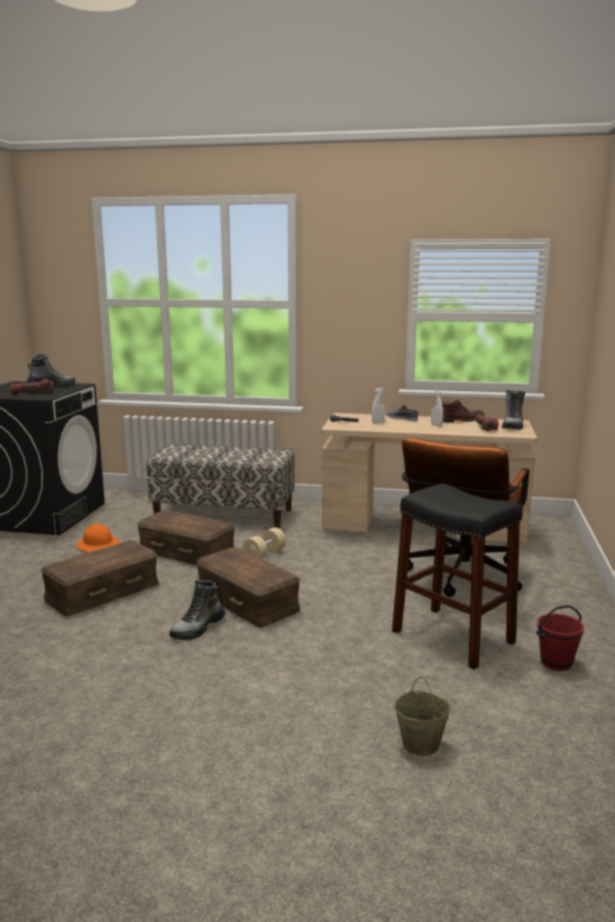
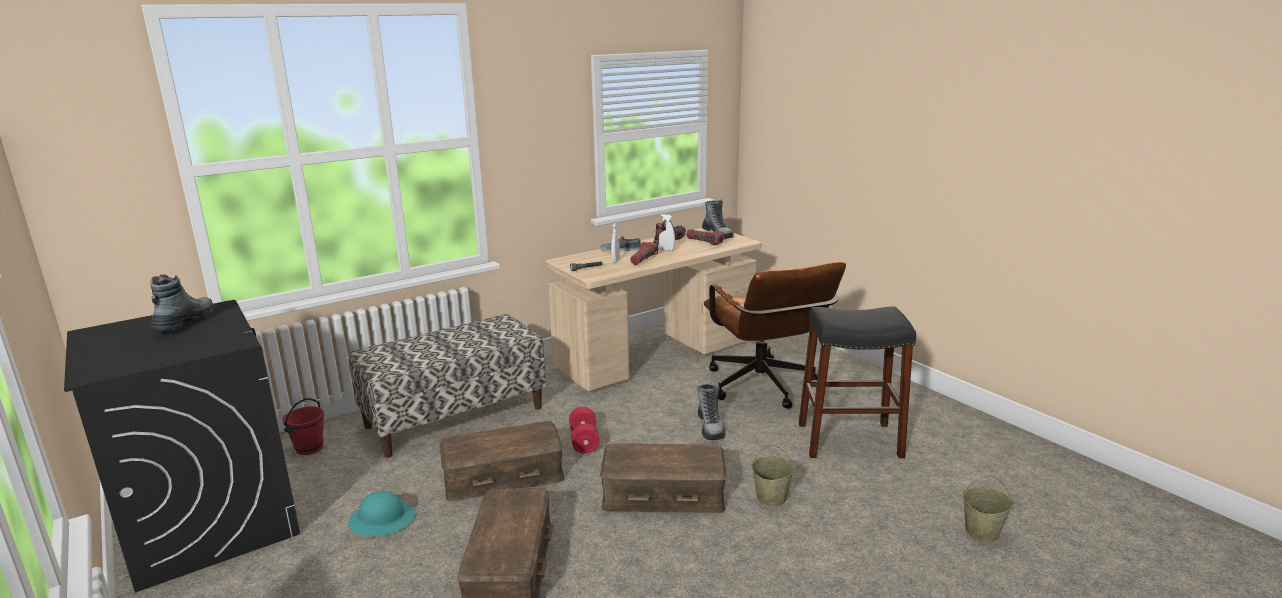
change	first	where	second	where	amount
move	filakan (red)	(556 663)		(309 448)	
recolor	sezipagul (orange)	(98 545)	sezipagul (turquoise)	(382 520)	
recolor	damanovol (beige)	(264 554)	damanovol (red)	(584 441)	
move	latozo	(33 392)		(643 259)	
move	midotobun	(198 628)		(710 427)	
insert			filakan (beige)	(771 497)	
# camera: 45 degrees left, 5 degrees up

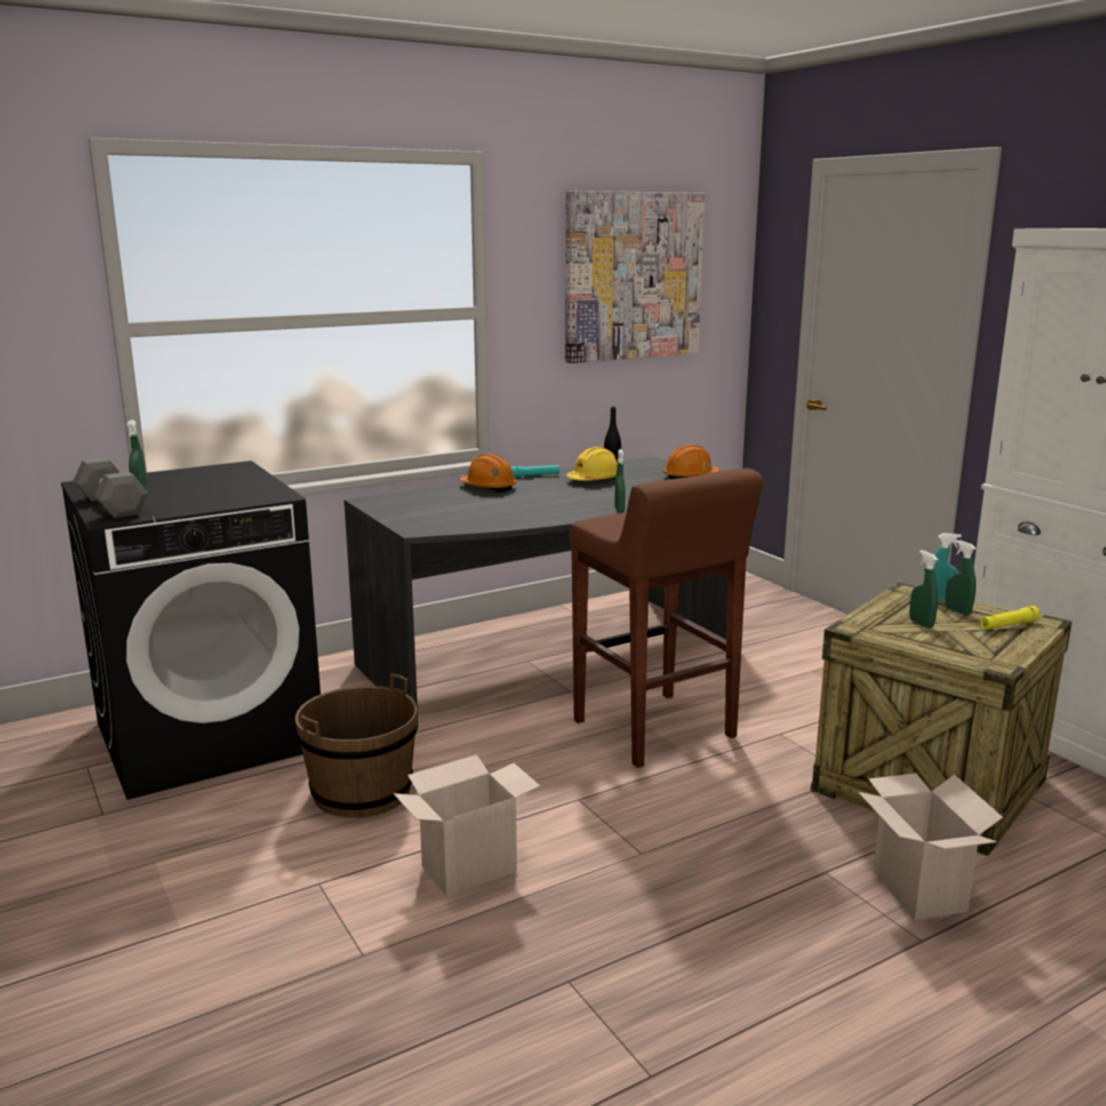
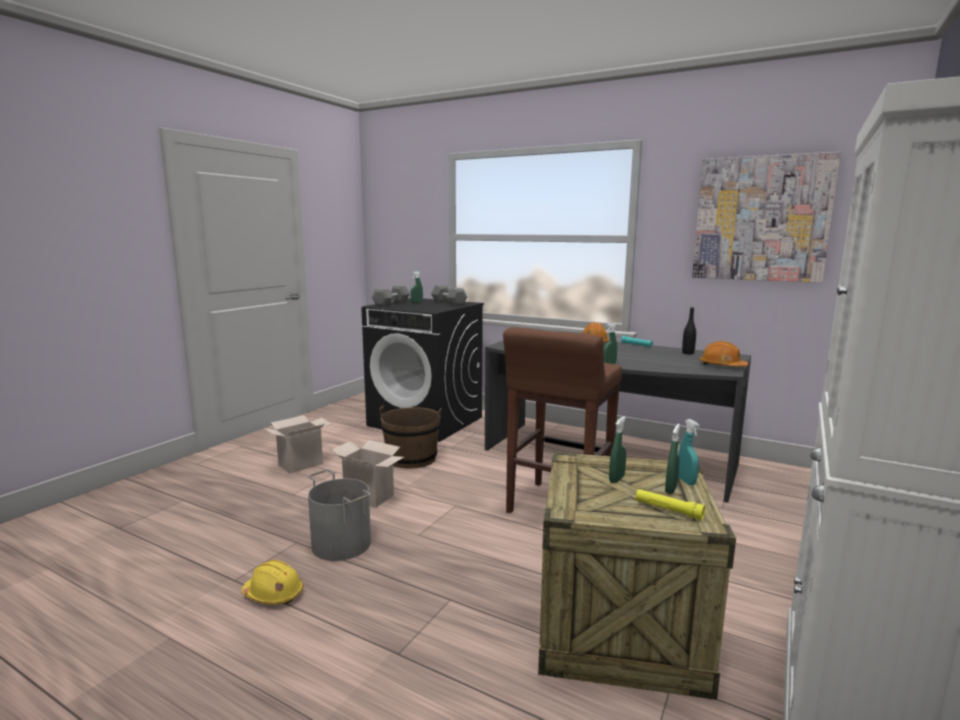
change	first	where	second	where	amount
move	sezipagul (yellow)	(594 480)		(273 594)	
move	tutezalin	(915 889)		(301 464)	
insert			filakan (grey)	(342 544)	
insert			damanovol (grey)	(448 303)	
# camera: 60 degrees right, 5 degrees down

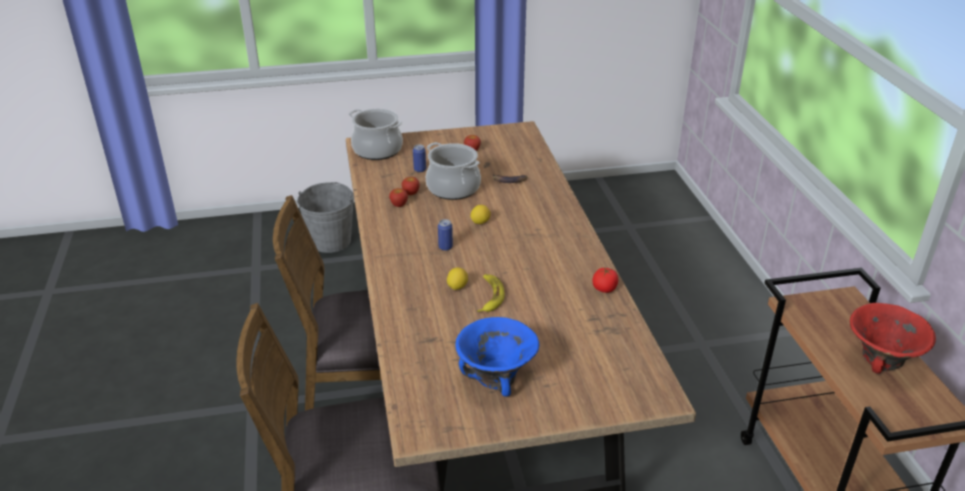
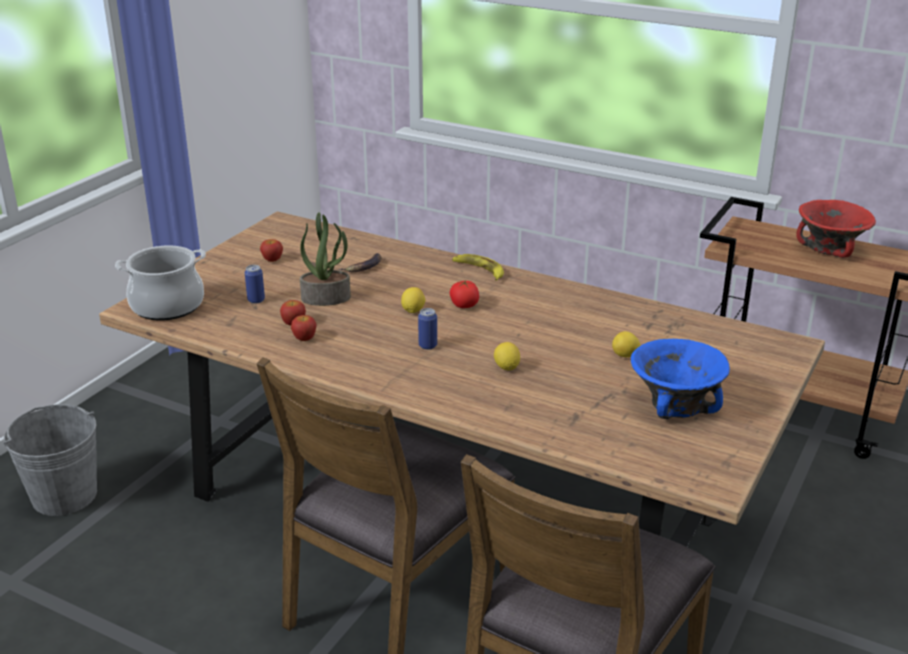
change	first	where	second	where	amount
replace	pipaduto	(453 188)	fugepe	(326 298)	
move	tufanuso	(604 289)		(464 305)	
move	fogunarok	(489 296)		(479 270)	
insert			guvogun	(625 356)	
# camera: 50 degrees left, 5 degrees down

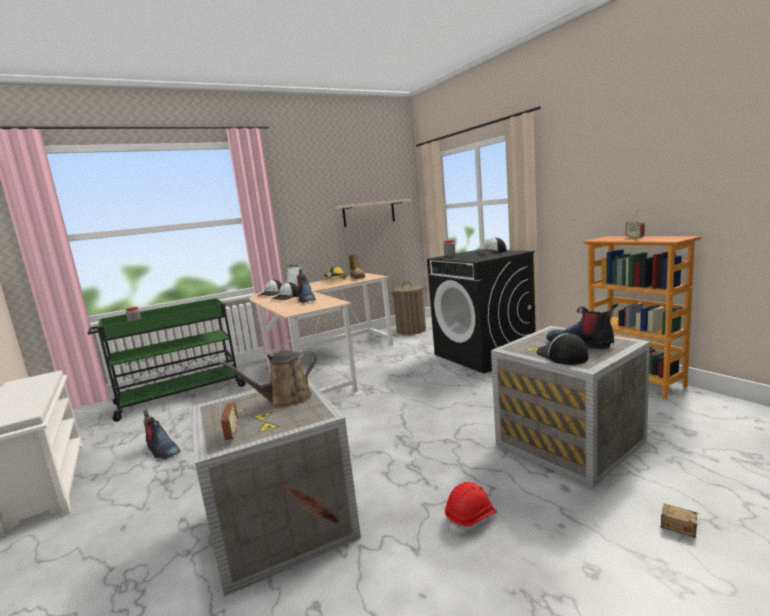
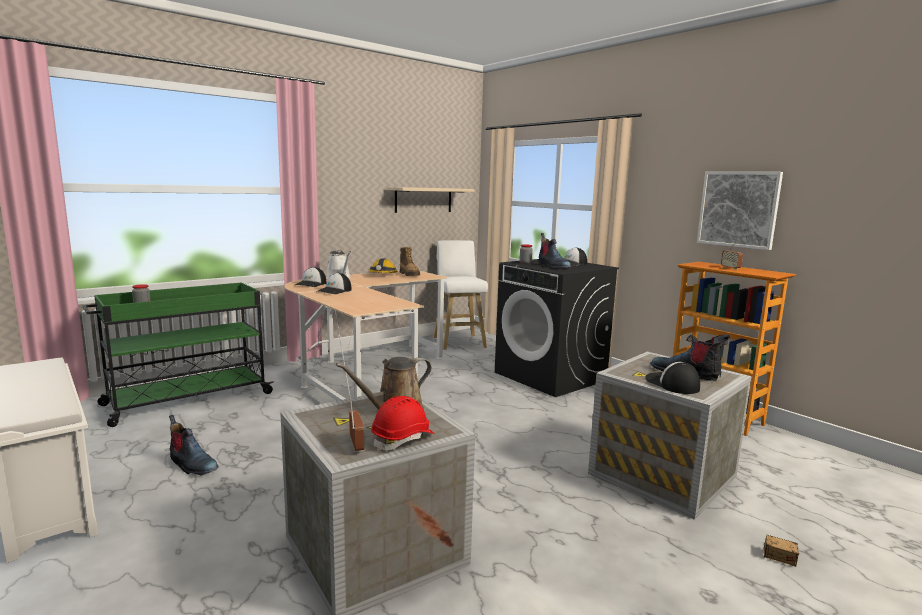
change	first	where	second	where	amount
move	sezipagul (red)	(471 518)		(403 439)	
replace	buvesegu	(411 330)	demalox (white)	(458 341)	
move	midotobun	(306 300)		(552 266)	
insert			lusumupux	(738 209)	
# camera: 10 degrees left, 0 degrees up

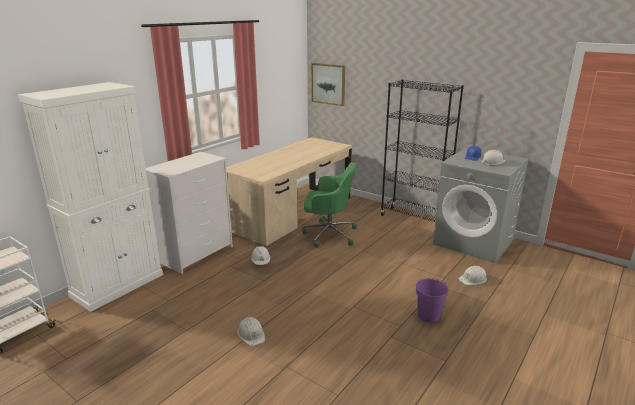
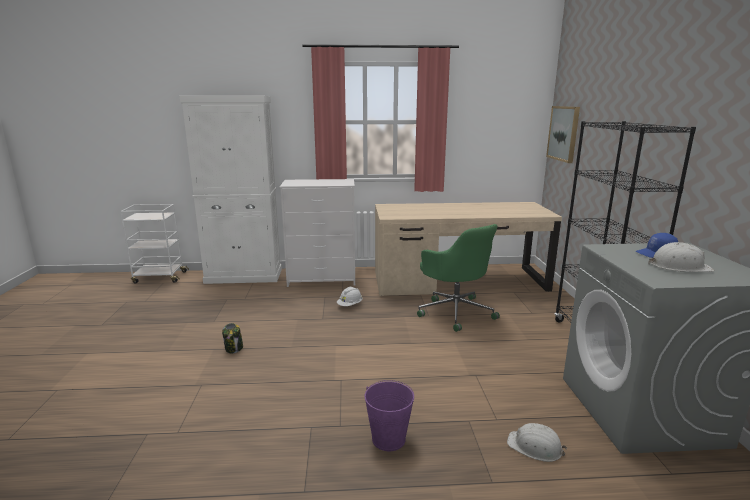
change	first	where	second	where	amount
replace	sezipagul (white)	(251 334)	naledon	(234 348)	
# camera: 50 degrees right, 5 degrees down

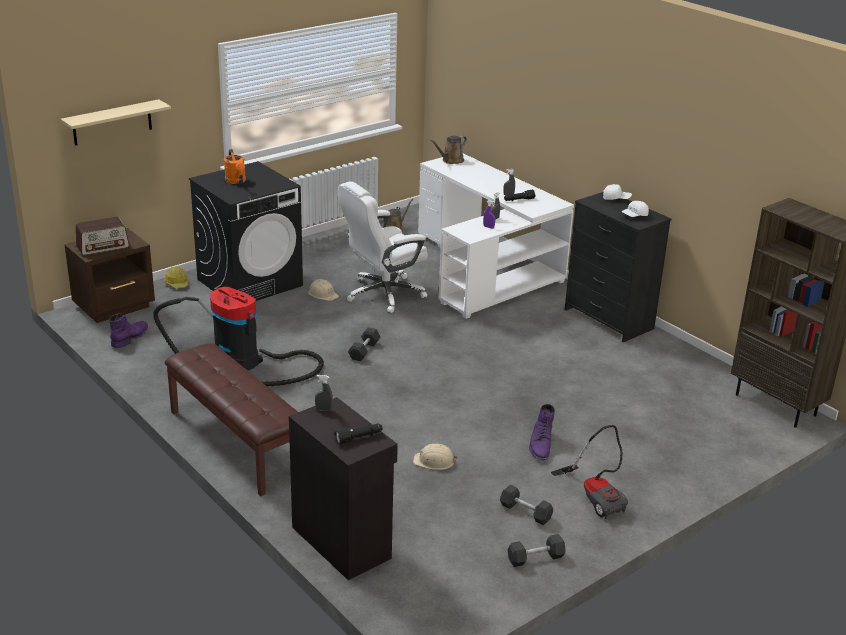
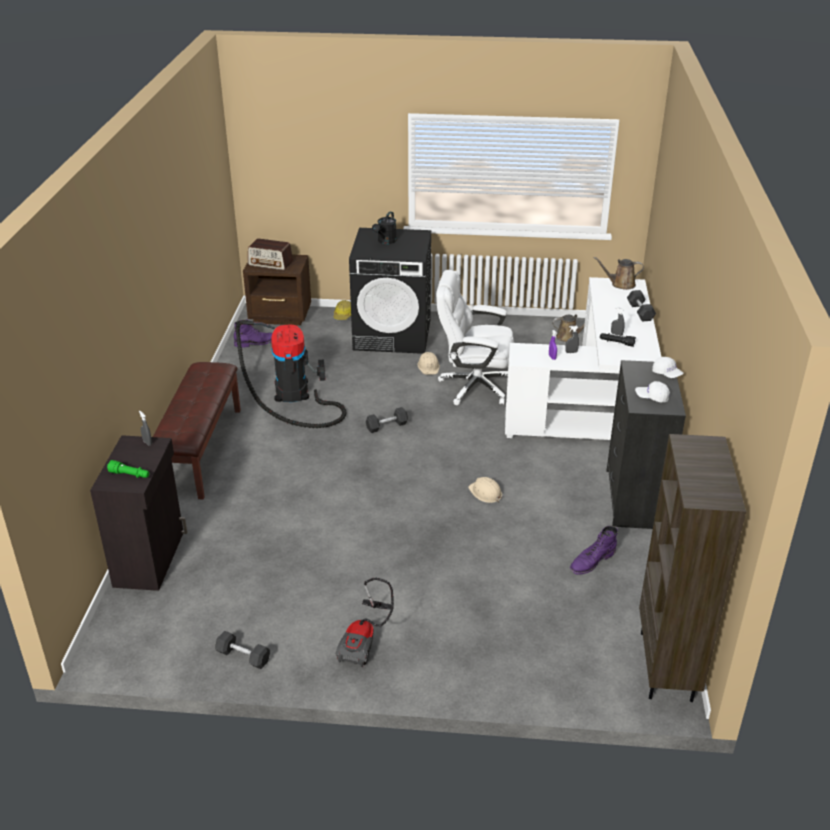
change	first	where	second	where	amount
recolor	latozo (black)	(359 438)	latozo (green)	(130 475)	
recolor	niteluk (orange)	(236 181)	niteluk (black)	(385 241)	
move	sezipagul (beige)	(434 461)		(485 493)	
move	midotobun (purple)	(540 445)		(592 561)	
move	damanovol (grey)	(525 512)		(640 312)	
delete	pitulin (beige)	(112 122)			
# camera: 45 degrees right, 5 degrees up

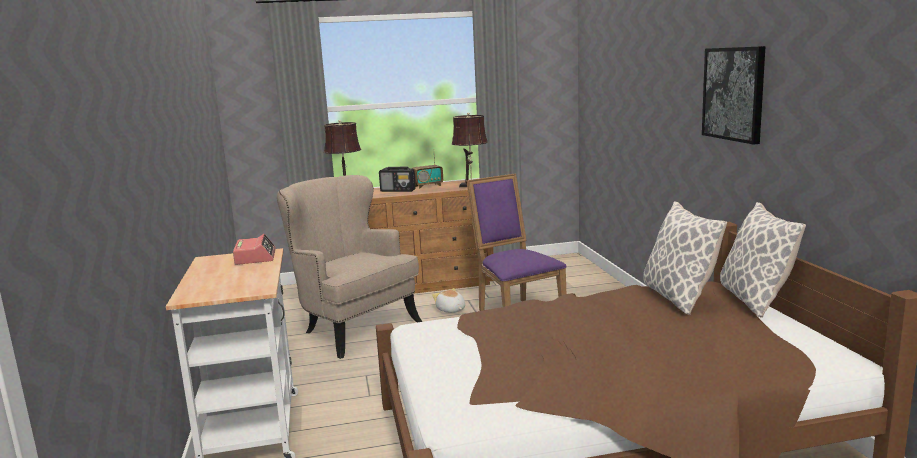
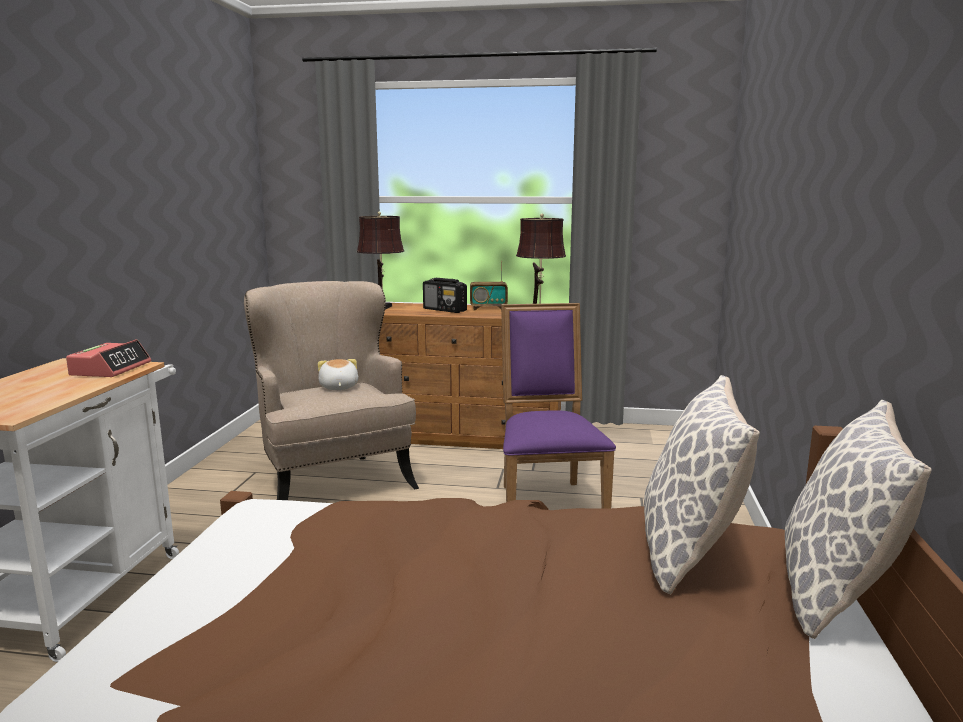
change	first	where	second	where	amount
move	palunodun	(450 310)		(338 387)	
delete	lusumupux	(734 93)			
# camera: 20 degrees right, 0 degrees up

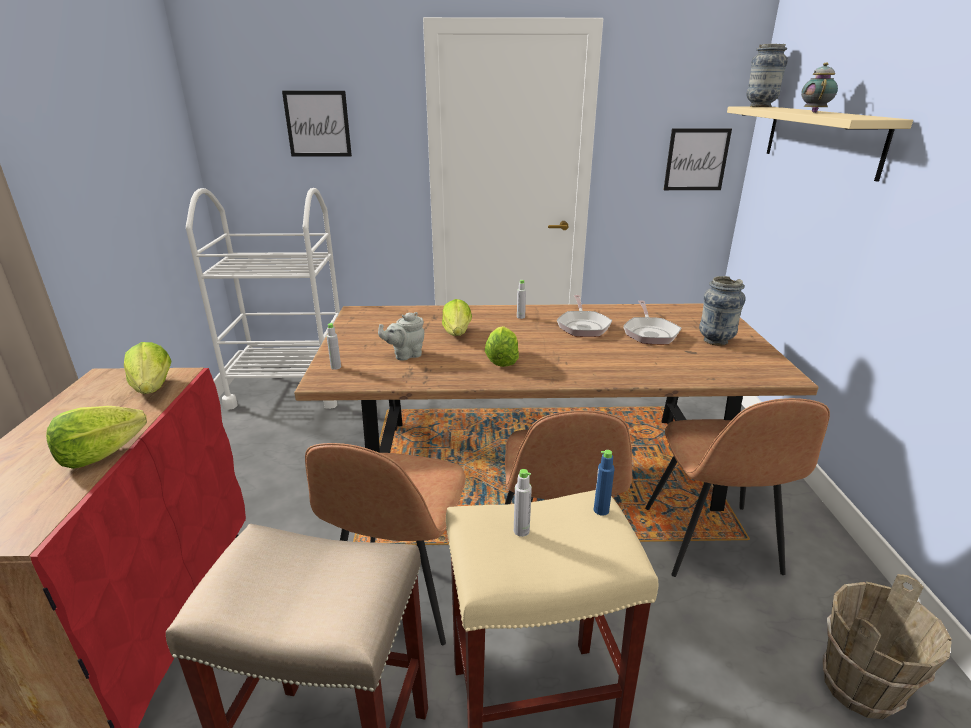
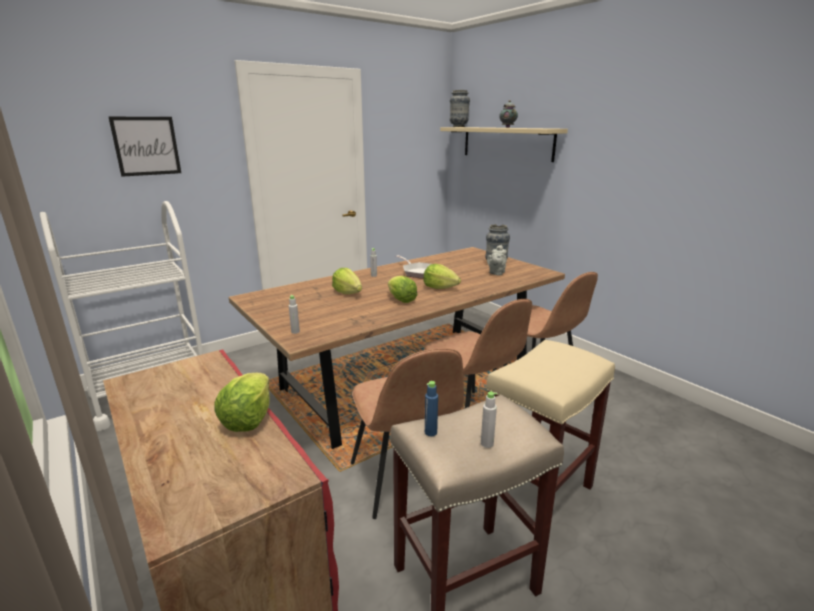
change	first	where	second	where	amount
move	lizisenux	(153 388)		(440 287)	
move	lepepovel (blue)	(601 510)		(430 432)	
move	lepepovel (grey)	(521 531)		(487 443)	
move	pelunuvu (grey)	(405 355)		(496 273)	
delete	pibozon	(650 333)			
delete	lusumupux	(696 159)			
delete	filakan (brown)	(860 688)			
# camera: 35 degrees left, 5 degrees down

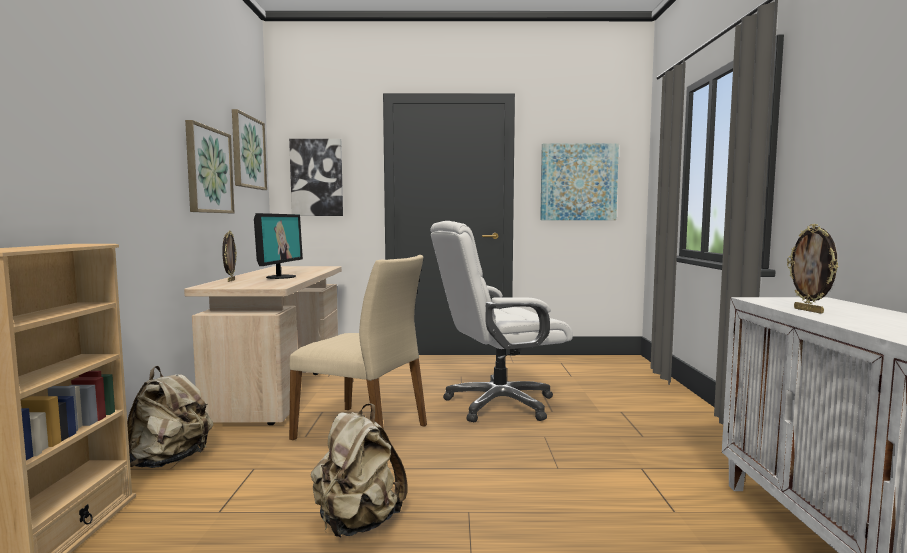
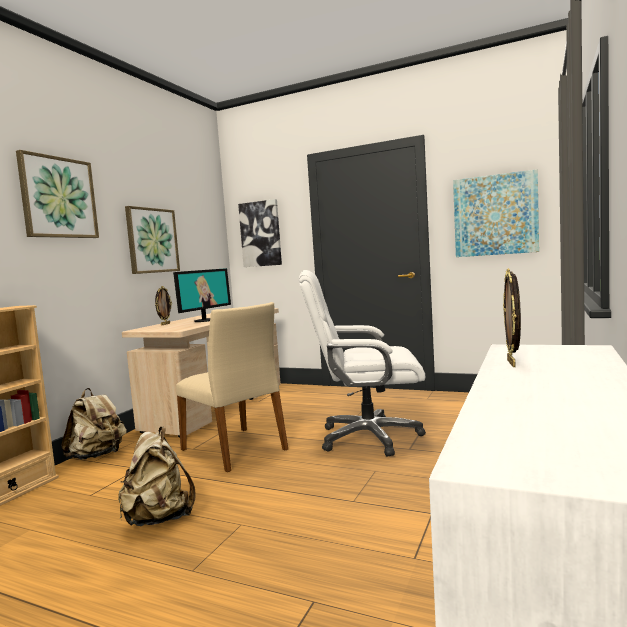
change	first	where	second	where	amount
move	lusumupux	(247 152)		(58 197)	
# camera: 25 degrees right, 0 degrees up

